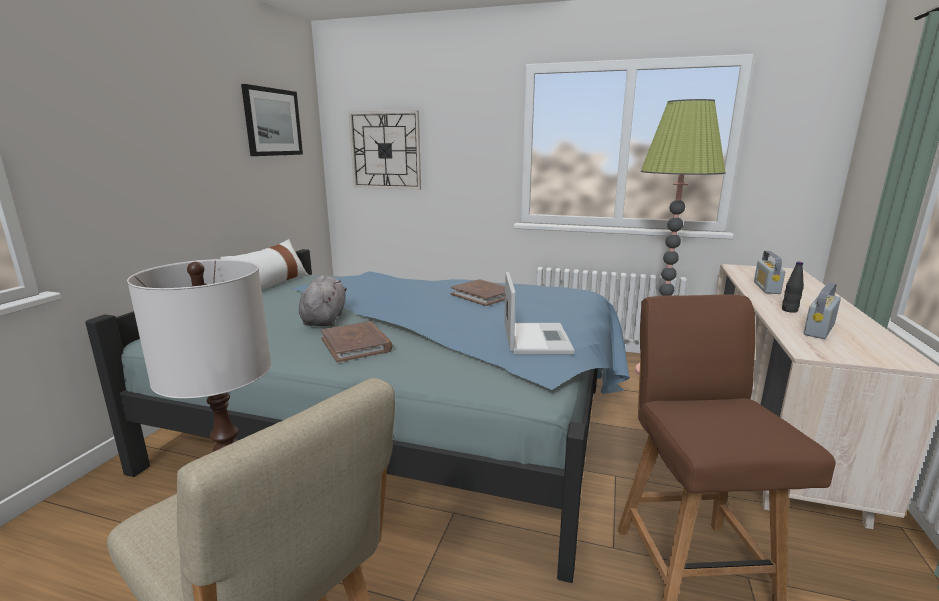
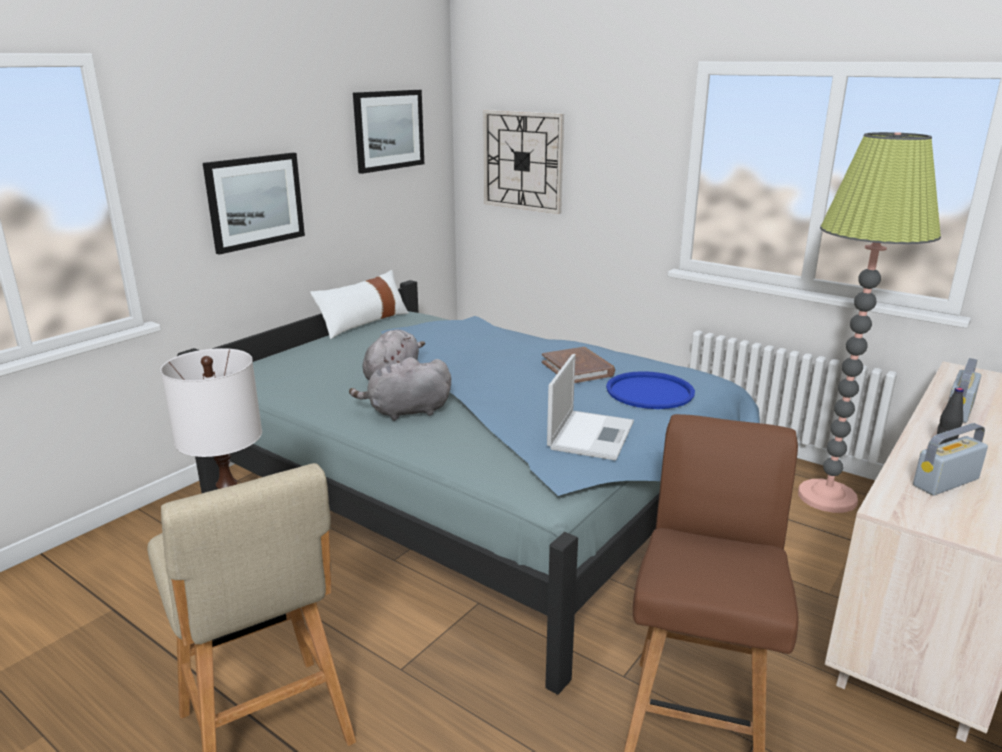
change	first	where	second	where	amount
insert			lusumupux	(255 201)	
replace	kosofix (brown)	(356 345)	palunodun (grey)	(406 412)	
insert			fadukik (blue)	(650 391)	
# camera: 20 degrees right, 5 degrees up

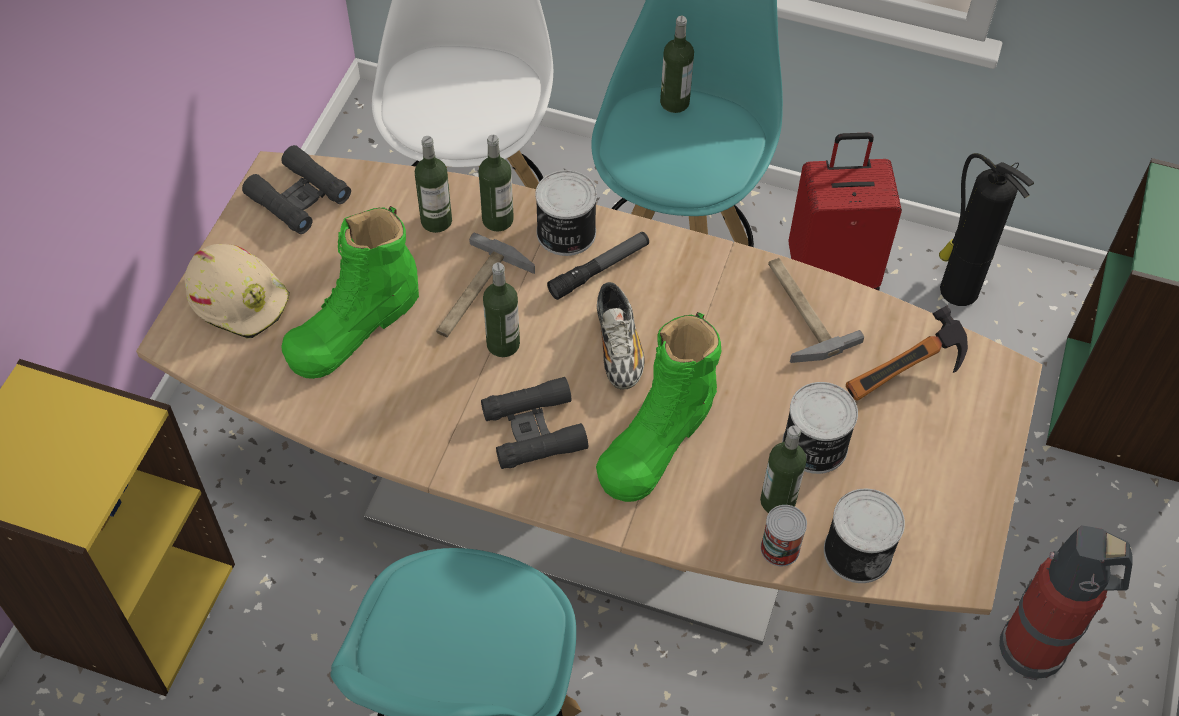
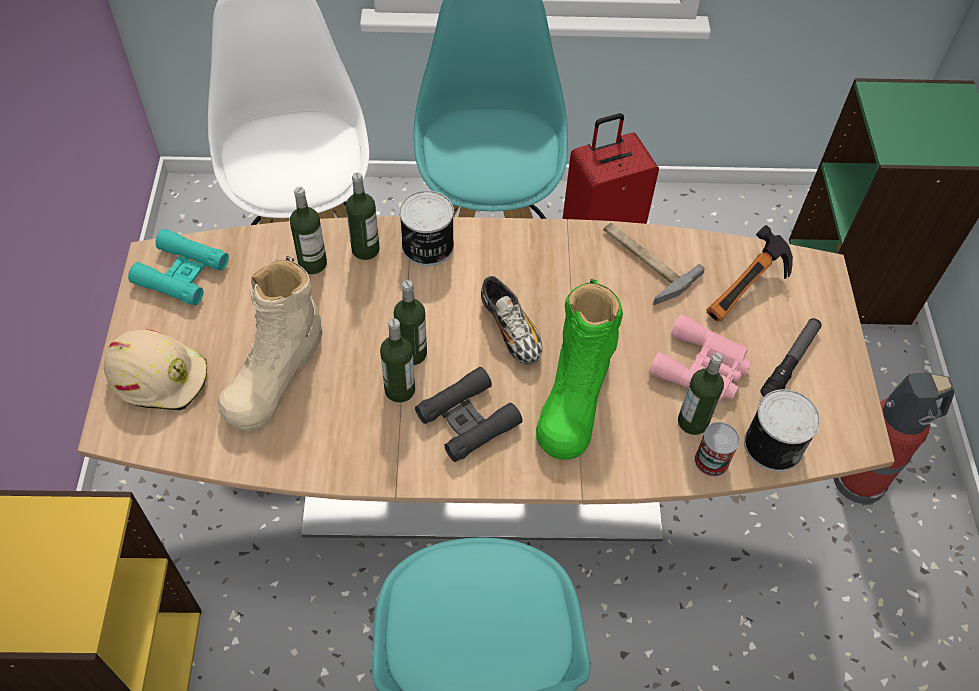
change	first	where	second	where	amount
recolor	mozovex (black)	(299 197)	mozovex (turquoise)	(181 273)	
recolor	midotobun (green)	(354 326)	midotobun (beige)	(275 373)	
move	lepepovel	(674 102)		(399 390)	
replace	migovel	(815 447)	mozovex (pink)	(702 368)	
move	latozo	(599 270)		(790 362)	
delete	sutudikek	(476 294)			
delete	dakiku	(957 289)			
# camera: 20 degrees left, 0 degrees up

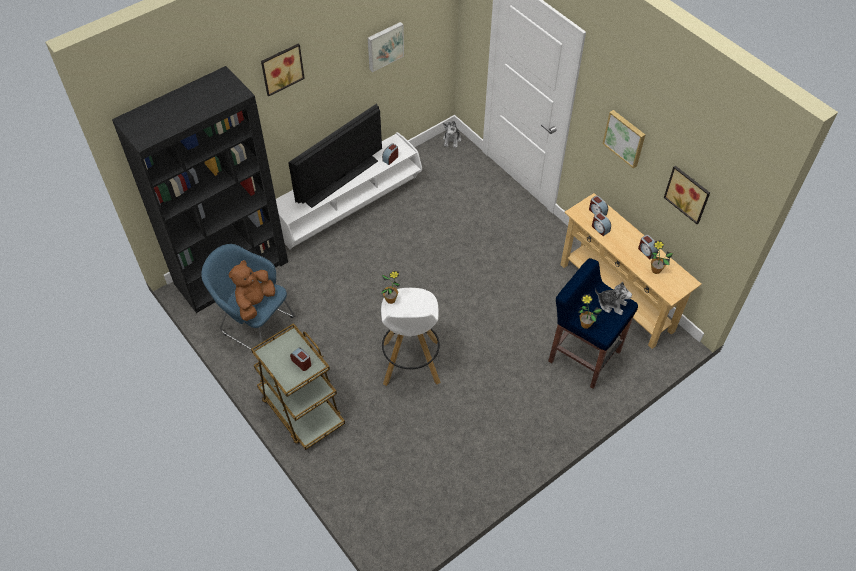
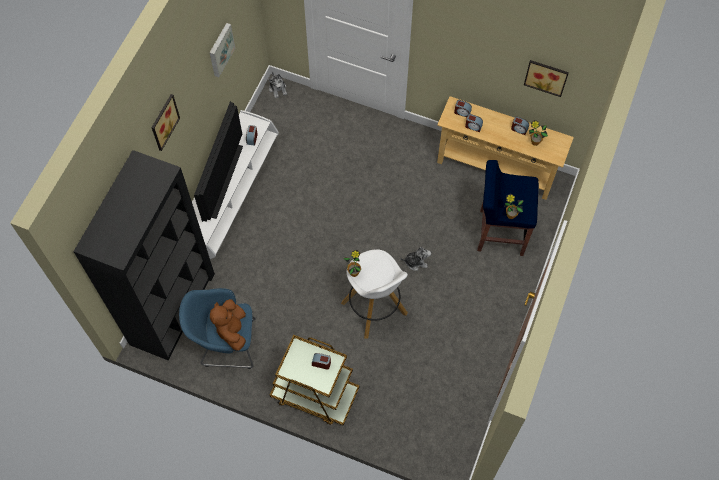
change	first	where	second	where	amount
move	palunodun	(611 304)		(416 262)	
delete	lusumupux	(625 138)			
# camera: 30 degrees left, 10 degrees up

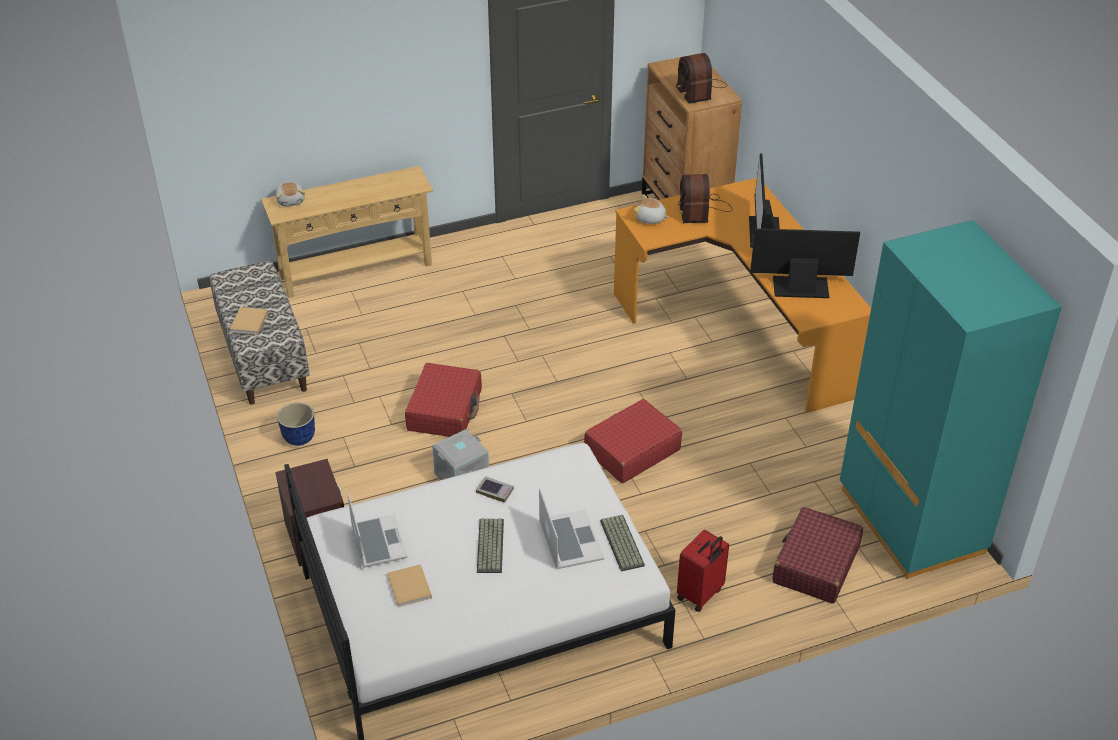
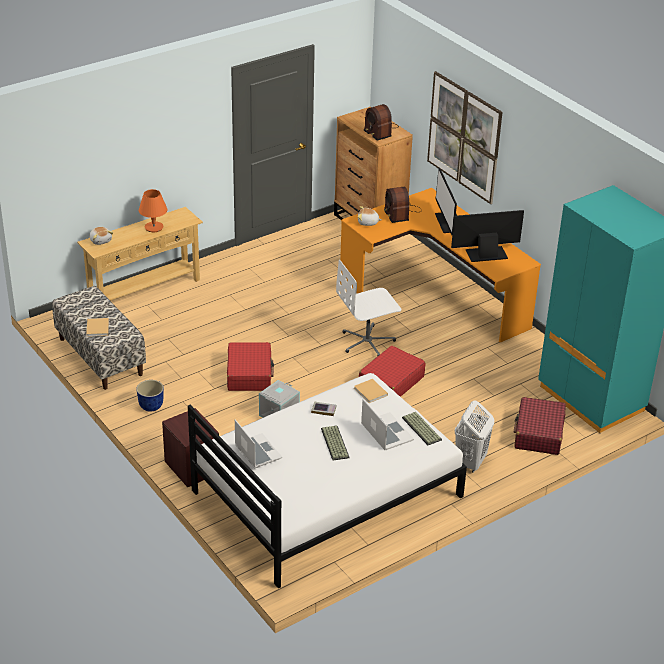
change	first	where	second	where	amount
insert			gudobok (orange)	(154 227)	
insert			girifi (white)	(367 342)	
move	kosofix (beige)	(409 588)		(371 392)	
insert			lusumupux	(464 137)	
replace	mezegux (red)	(700 594)	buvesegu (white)	(470 462)	
# camera: 15 degrees left, 5 degrees down

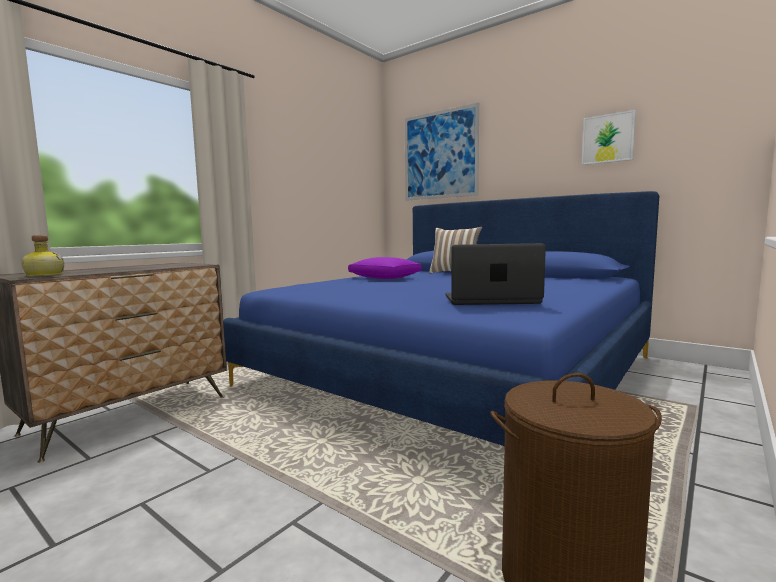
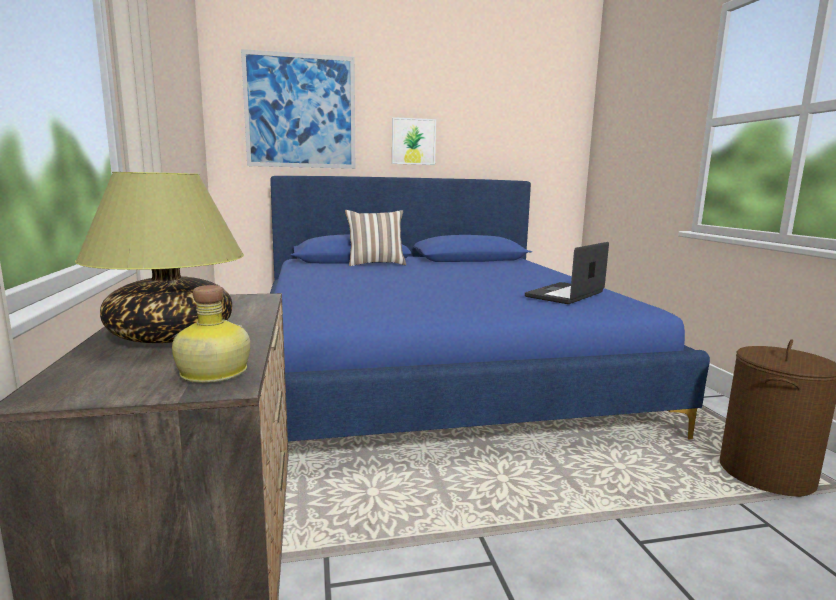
change	first	where	second	where	amount
insert			gudobok	(171 336)	
move	lusumupux	(607 138)		(413 141)	
delete	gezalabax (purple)	(385 278)			
# camera: 50 degrees left, 5 degrees up

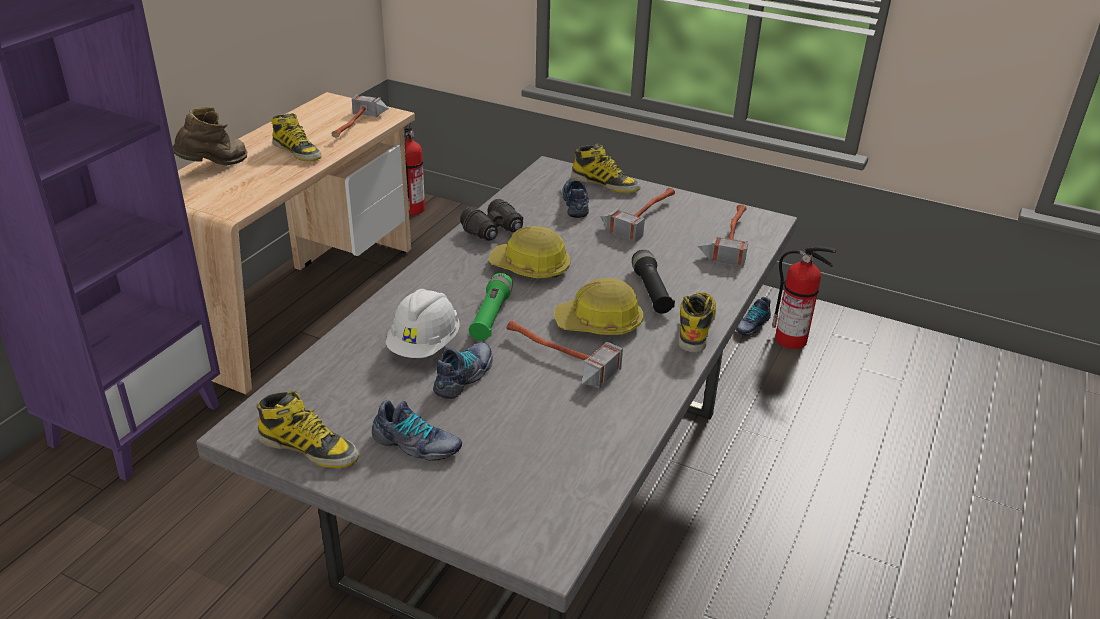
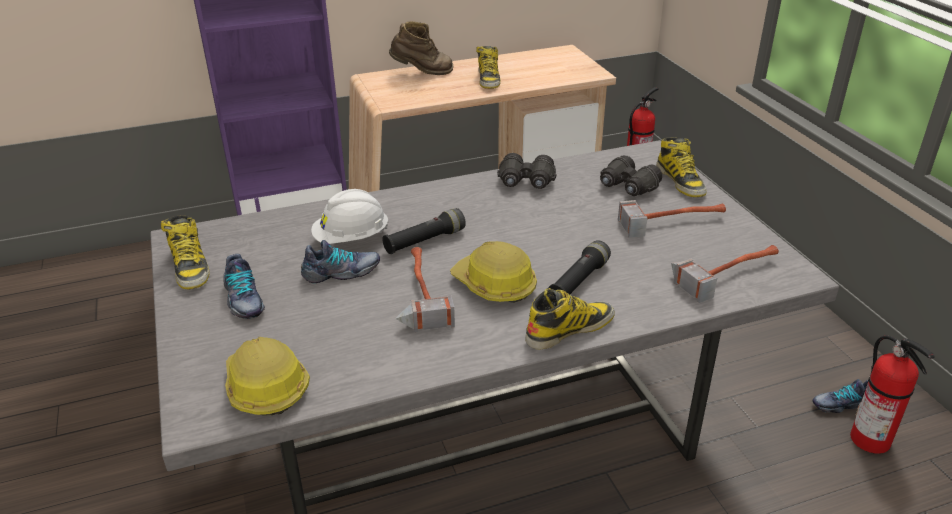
change	first	where	second	where	amount
move	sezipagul	(530 267)		(265 387)	
recolor	latozo (green)	(491 316)	latozo (black)	(424 241)	
replace	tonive	(576 203)	mozovex (black)	(628 187)	
delete	sutudikek	(358 127)			
# camera: 45 degrees right, 0 degrees up

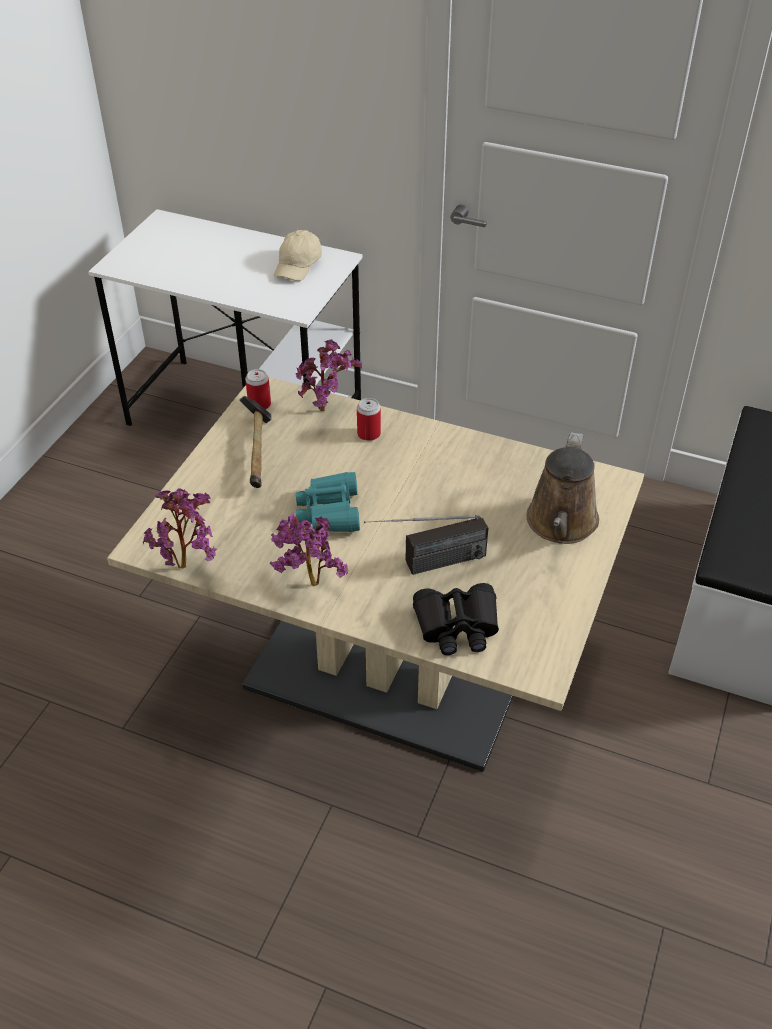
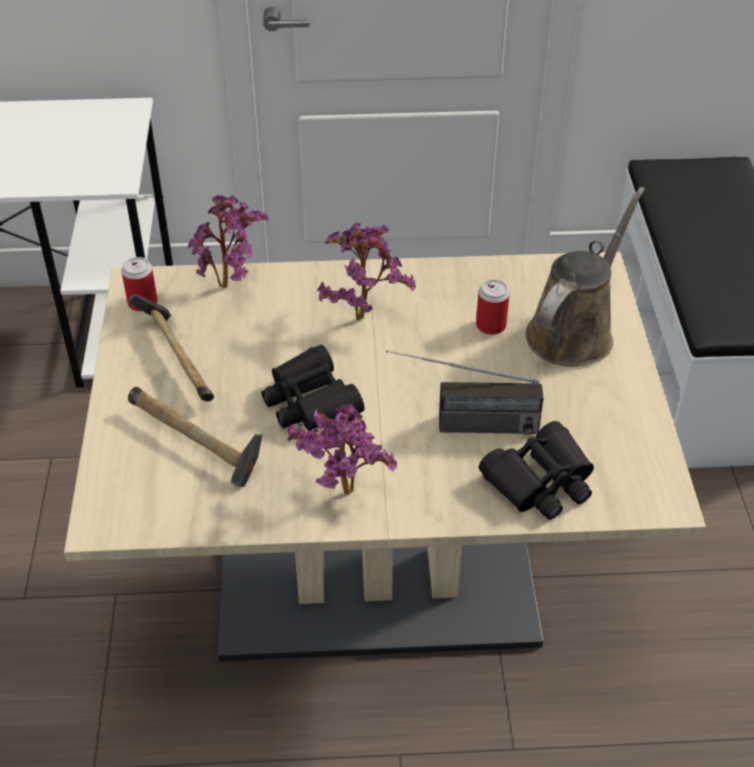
change	first	where	second	where	amount
insert			sutudikek	(196 445)	
recolor	mozovex (turquoise)	(330 512)	mozovex (black)	(310 401)	
move	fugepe	(188 564)		(363 314)	
rotate	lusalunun	(426 565)		(461 426)	45 degrees clockwise
move	migovel	(369 434)		(491 325)	
rotate	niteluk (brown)	(561 524)		(574 331)	135 degrees counterclockwise
delete	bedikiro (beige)	(298 265)			
# camera: 25 degrees left, 0 degrees up

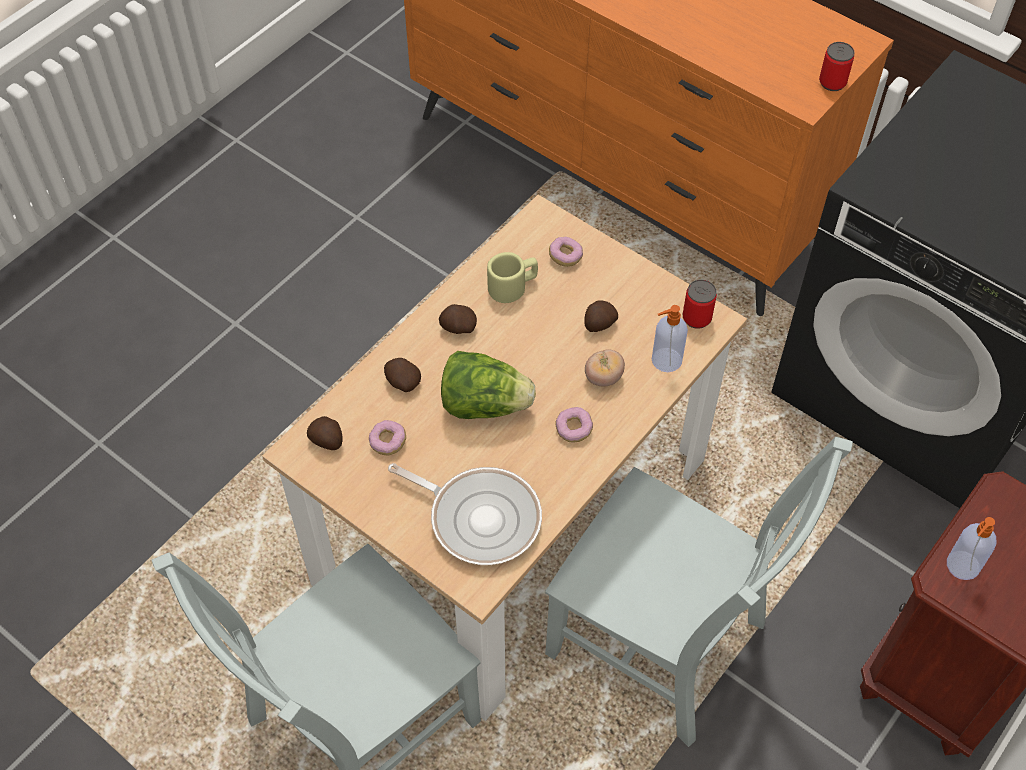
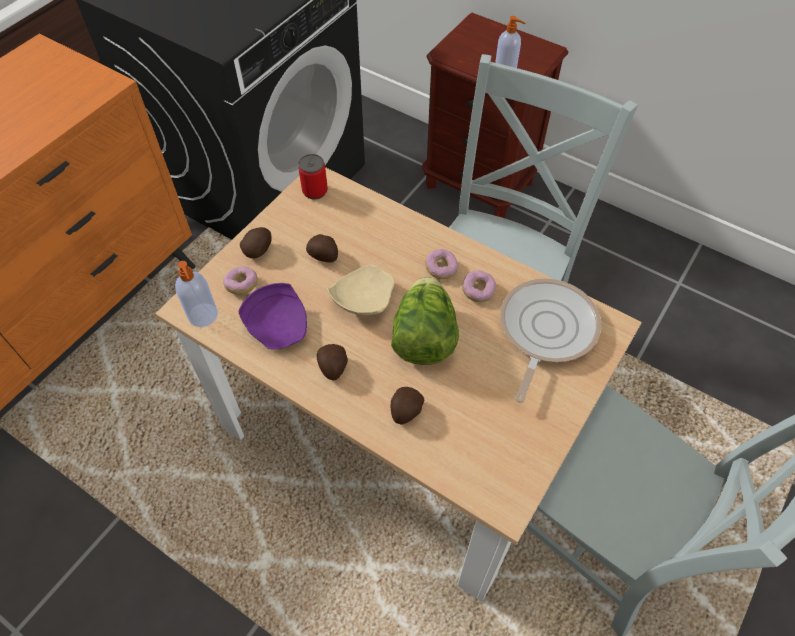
change	first	where	second	where	amount
move	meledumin	(665 360)		(203 316)	
replace	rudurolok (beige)	(513 286)	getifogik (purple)	(279 325)	
move	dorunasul	(327 441)		(259 250)	
insert			getifogik (beige)	(362 299)	
move	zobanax	(388 442)		(478 291)	
delete	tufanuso	(603 377)			
delete	migovel	(832 82)			
# camera: 95 degrees left, 0 degrees up

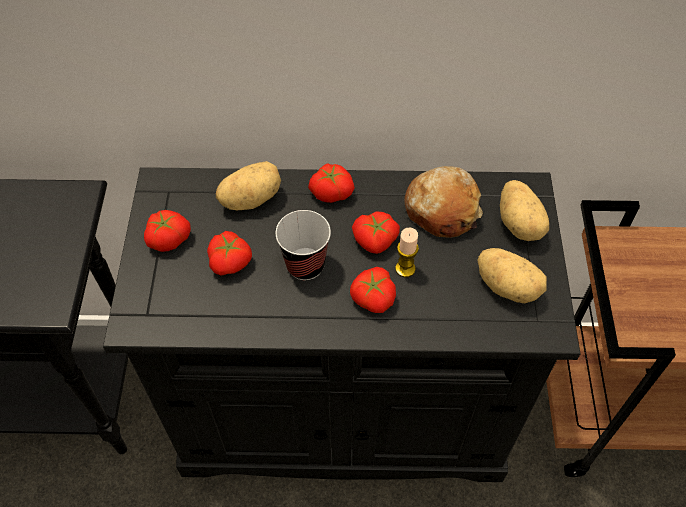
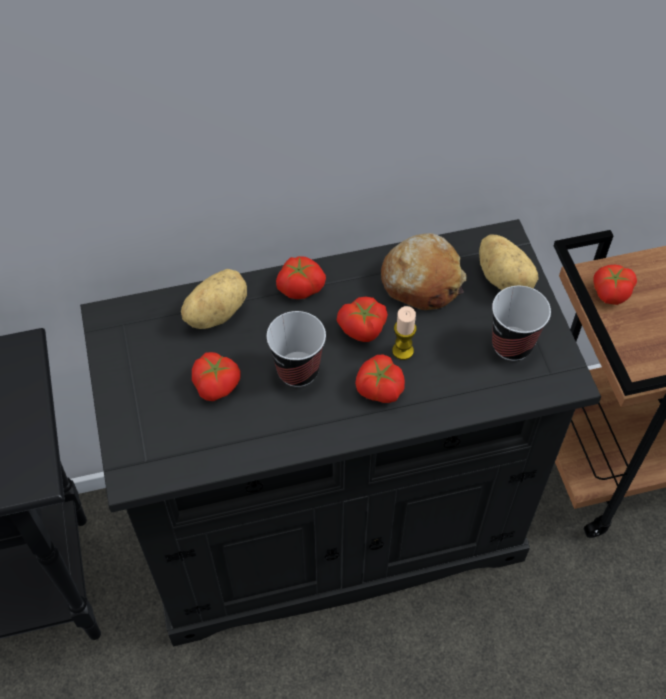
change	first	where	second	where	amount
replace	dorunasul	(508 286)	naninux	(512 345)	
move	tufanuso	(168 238)		(610 292)	
# camera: 15 degrees left, 0 degrees up

